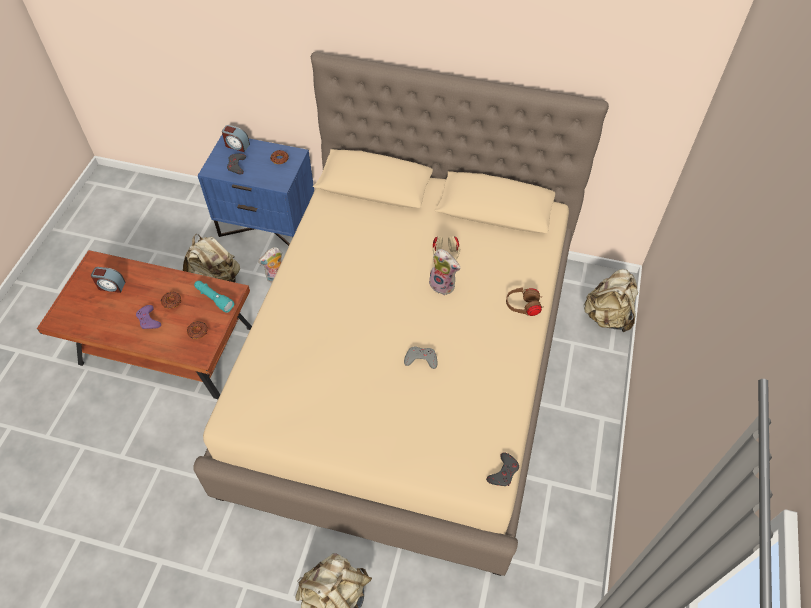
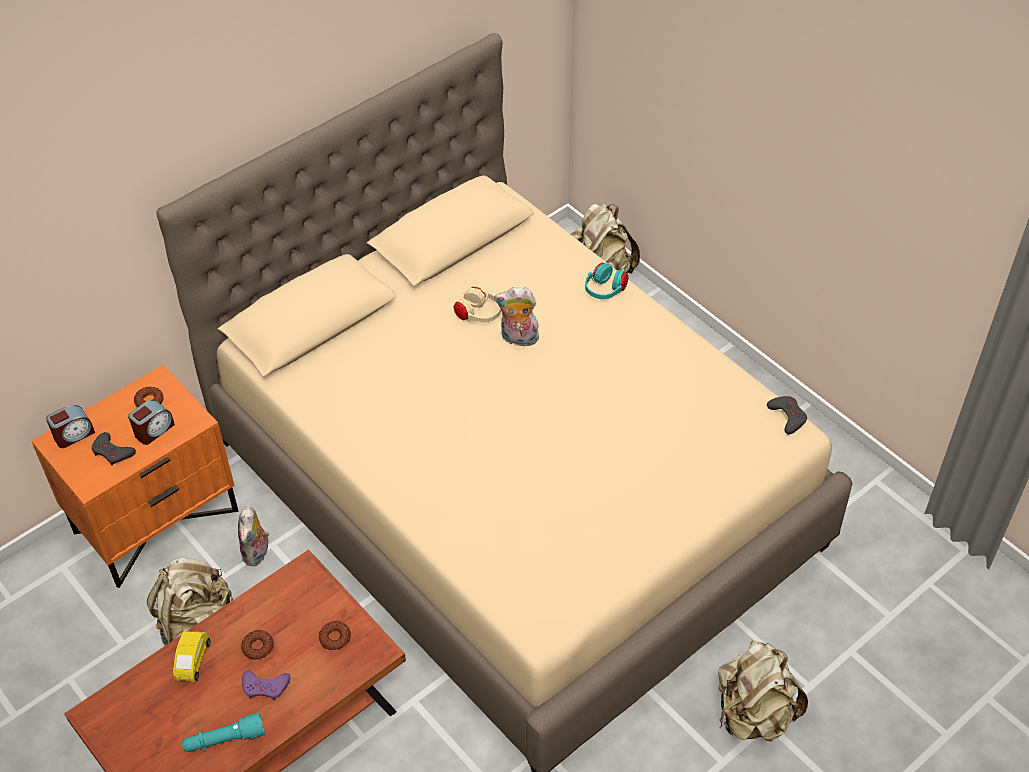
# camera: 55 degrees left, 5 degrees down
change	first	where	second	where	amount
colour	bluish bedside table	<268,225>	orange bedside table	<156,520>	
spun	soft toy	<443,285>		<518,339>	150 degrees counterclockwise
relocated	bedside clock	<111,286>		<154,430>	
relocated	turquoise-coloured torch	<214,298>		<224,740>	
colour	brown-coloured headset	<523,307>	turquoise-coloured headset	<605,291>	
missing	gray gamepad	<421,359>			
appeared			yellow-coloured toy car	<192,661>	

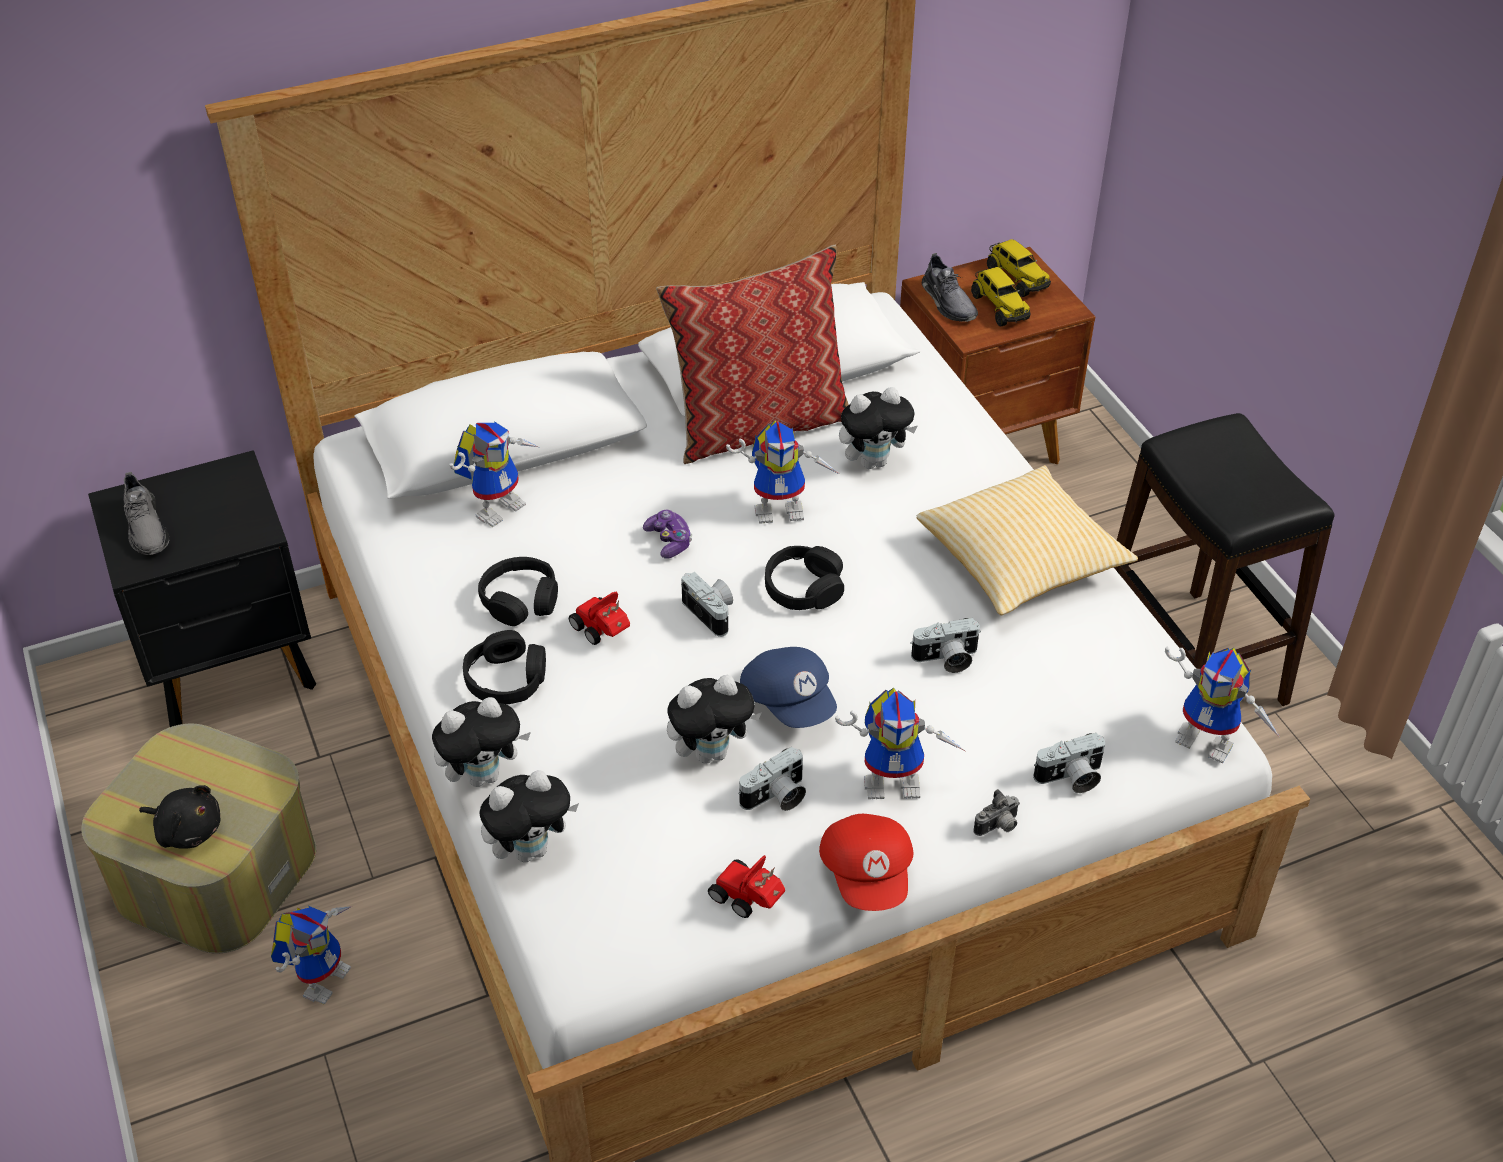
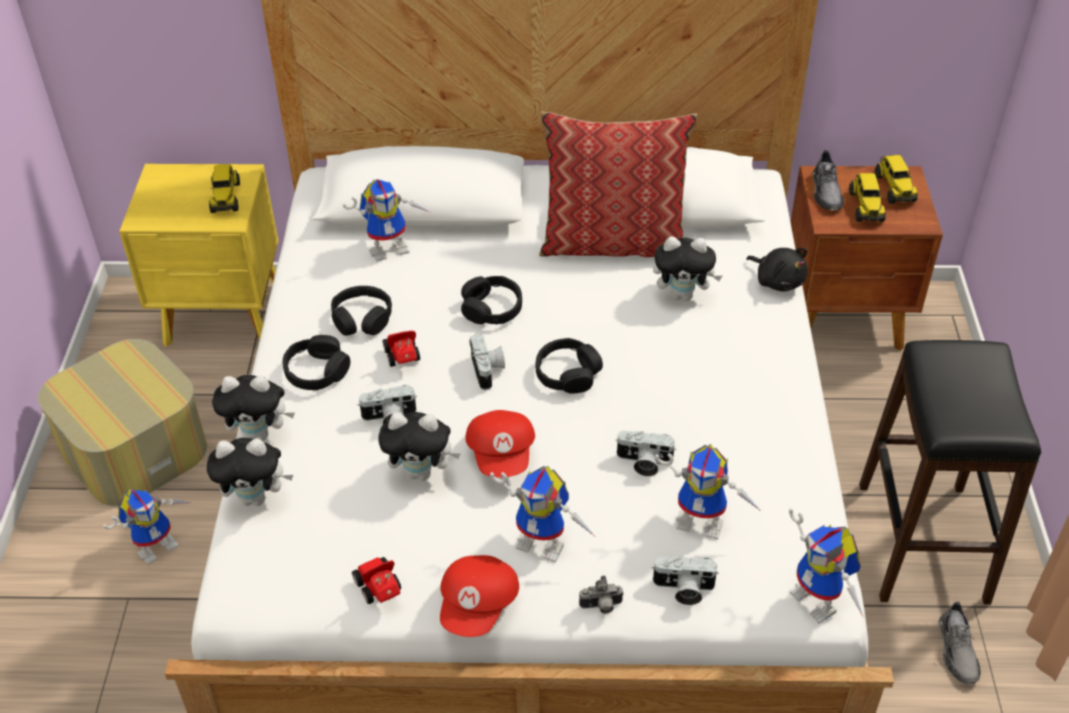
# camera: 25 degrees right, 0 degrees up
change	first	where	second	where	amount
relocated	model robot	<782,508>		<704,520>	
colour	black-coloured bedside table	<234,667>	yellow-coloured bedside table	<225,316>	
missing	throw pillow	<1020,561>			
relocated	gray low shoe	<146,528>		<957,650>	
exchanged	gamepad	<669,541>	black-coloured headset	<492,308>	
colour	bluish baseball cap	<790,701>	reddish baseball cap	<502,454>	
relocated	photo camera	<776,797>		<389,418>	
relocated	black-coloured soft toy	<187,830>		<778,280>	
appeared			toy truck	<225,197>	

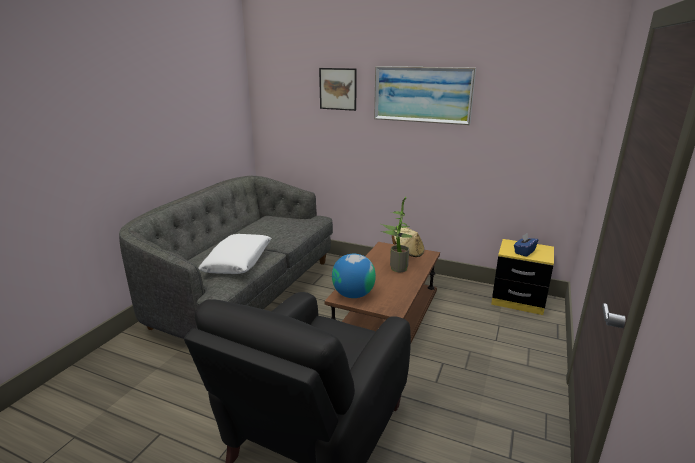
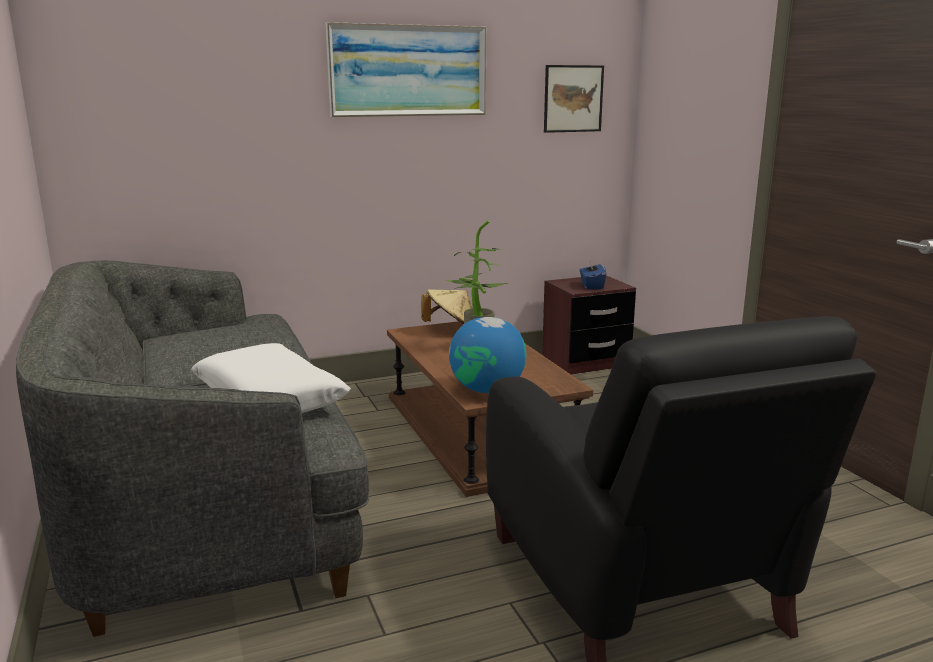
# camera: 45 degrees left, 5 degrees down
change	first	where	second	where	amount
relocated	wall art	<338,89>		<573,98>	
colour	yellow-coloured bedside table	<518,300>	brown-coloured bedside table	<585,362>	

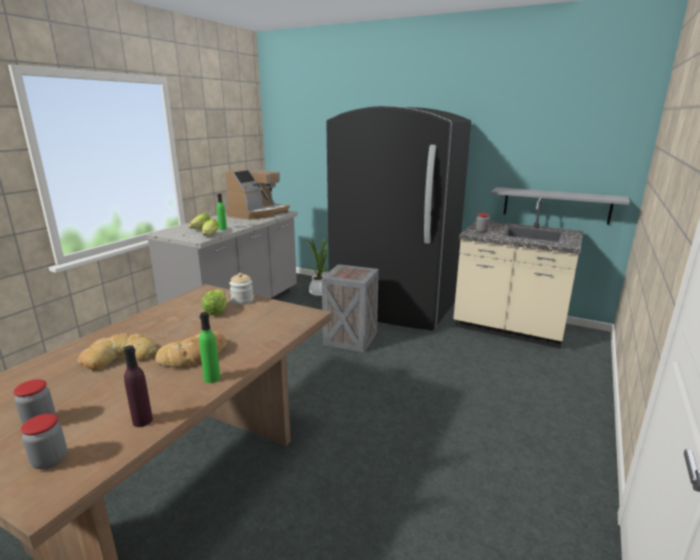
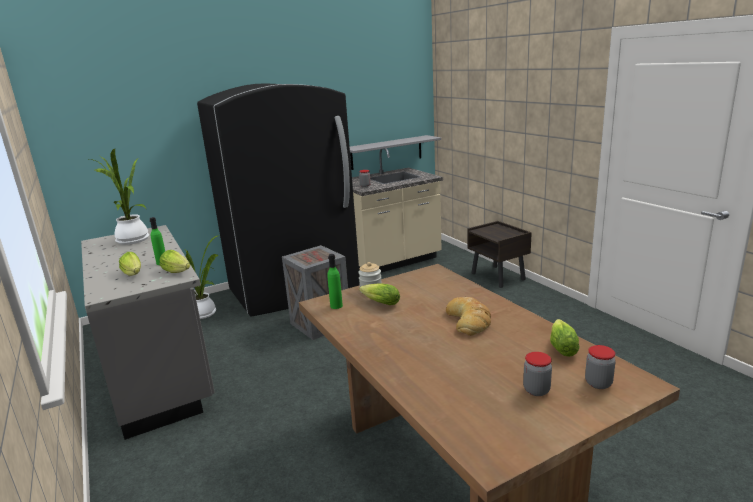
# camera: 55 degrees left, 0 degrees up
change	first	where	second	where	amount
exchanged	coffee machine	<258,214>	plant in a pot	<133,241>	
relocated	green-coloured beverage bottle	<212,378>		<336,306>	
missing	bread	<119,357>			
exchanged	purple-coloured beverage bottle	<142,421>	lettuce head	<562,346>	
appeared			brown-coloured bedside table	<498,277>	

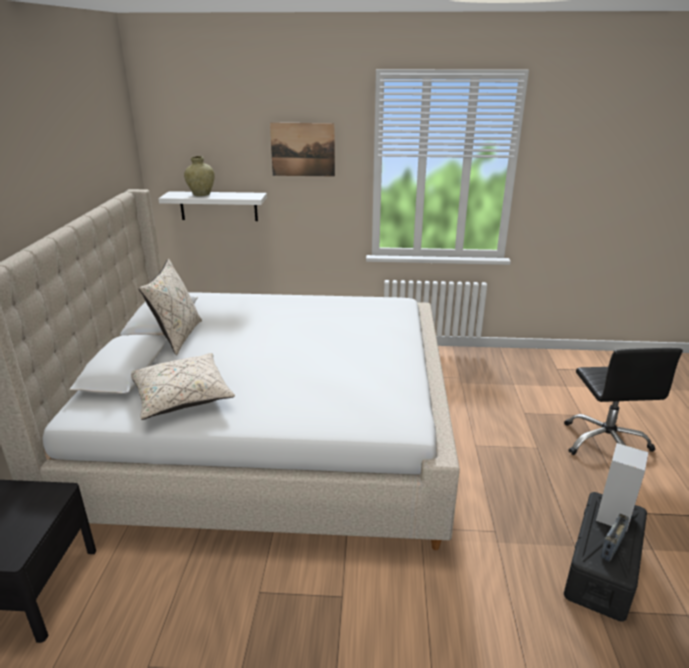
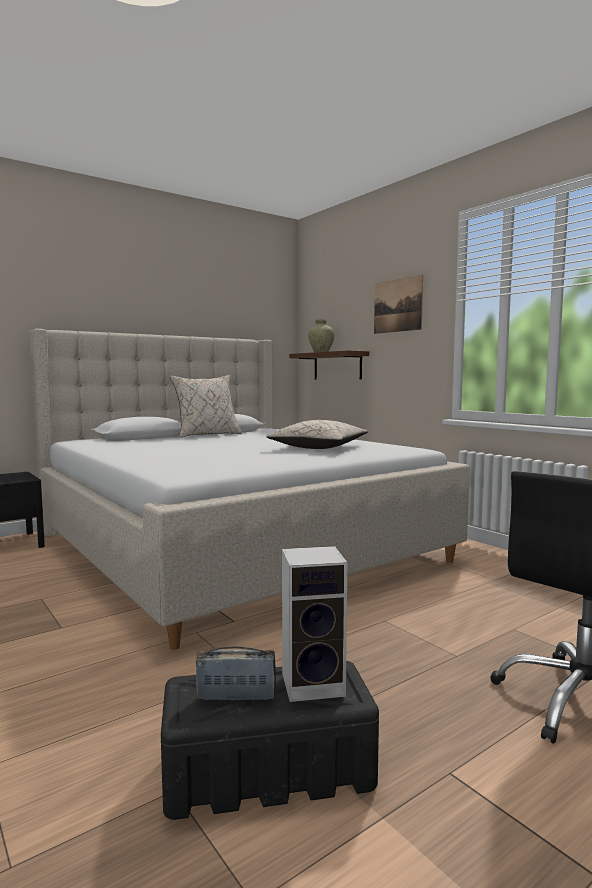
# camera: 50 degrees right, 20 degrees down
change	first	where	second	where	amount
colour	white wall shelf	<218,206>	brown-coloured wall shelf	<337,366>	
relocated	beige throw pillow	<181,397>		<318,448>	

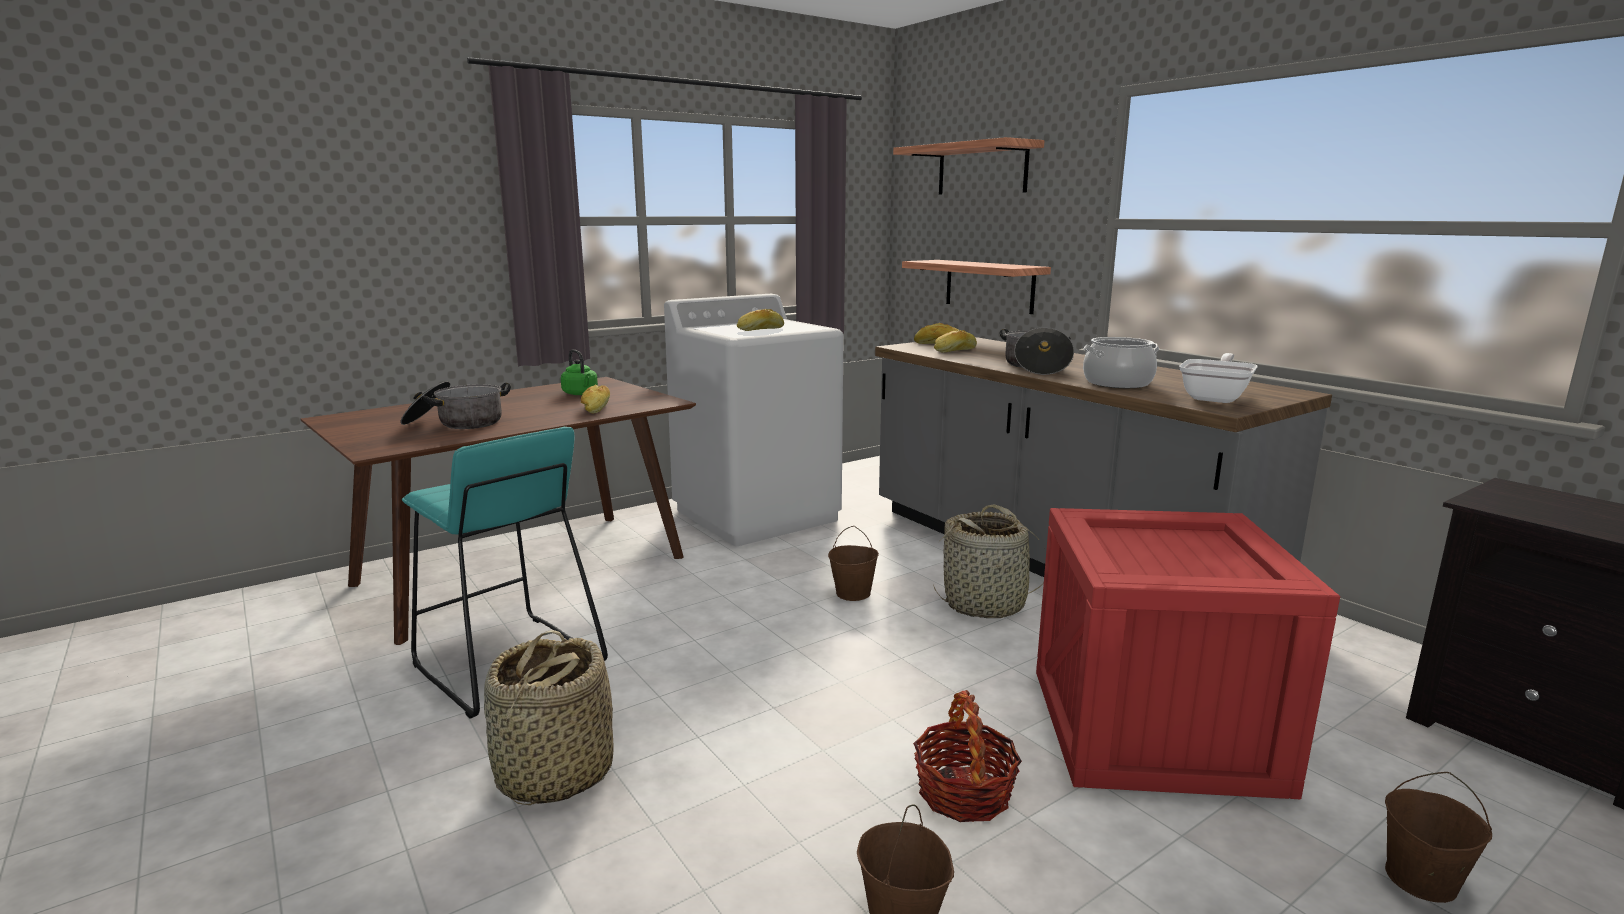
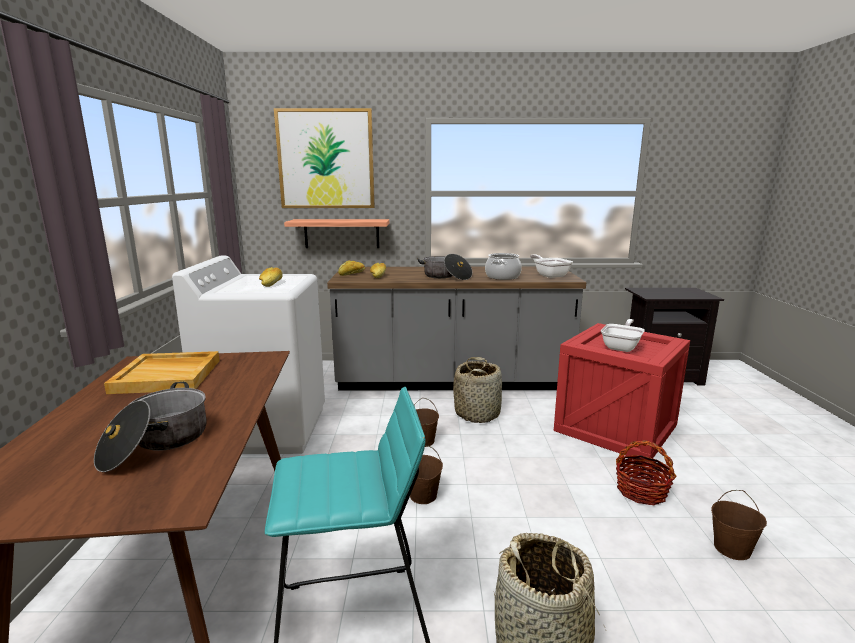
# camera: 55 degrees left, 0 degrees up
change	first	where	second	where	amount
exchanged	wall shelf	<982,169>	wall art	<326,159>	
exchanged	green-coloured tea kettle	<581,394>	beige carrying tray	<168,375>	
missing	bread	<596,409>			
relocated	brown-coloured pail	<1420,880>		<423,496>	
appeared			pan	<622,347>	

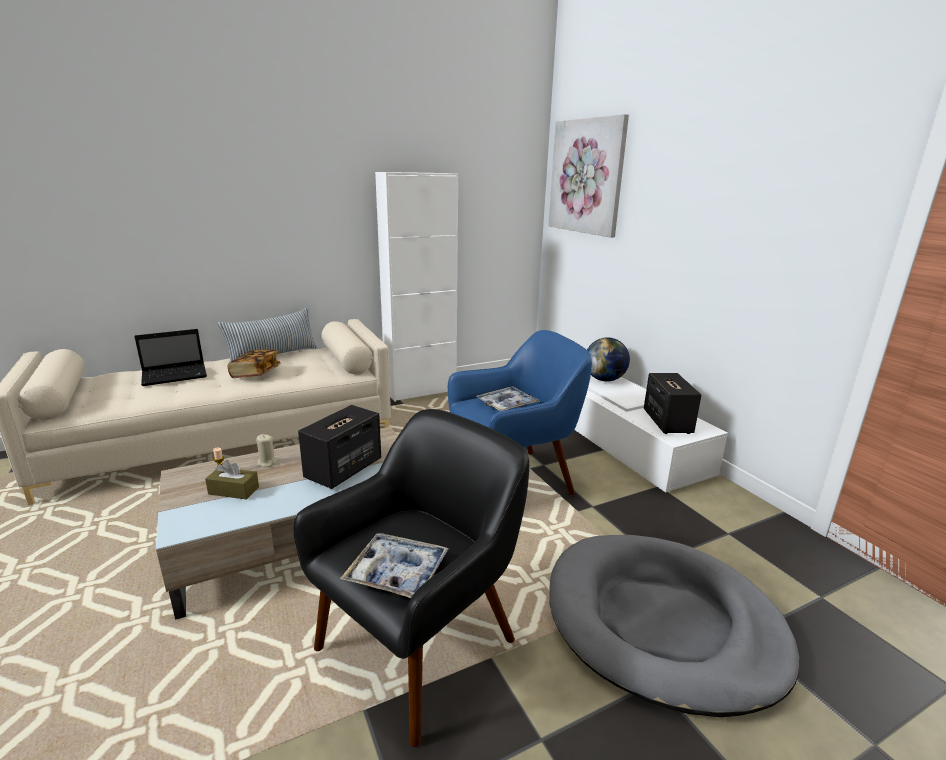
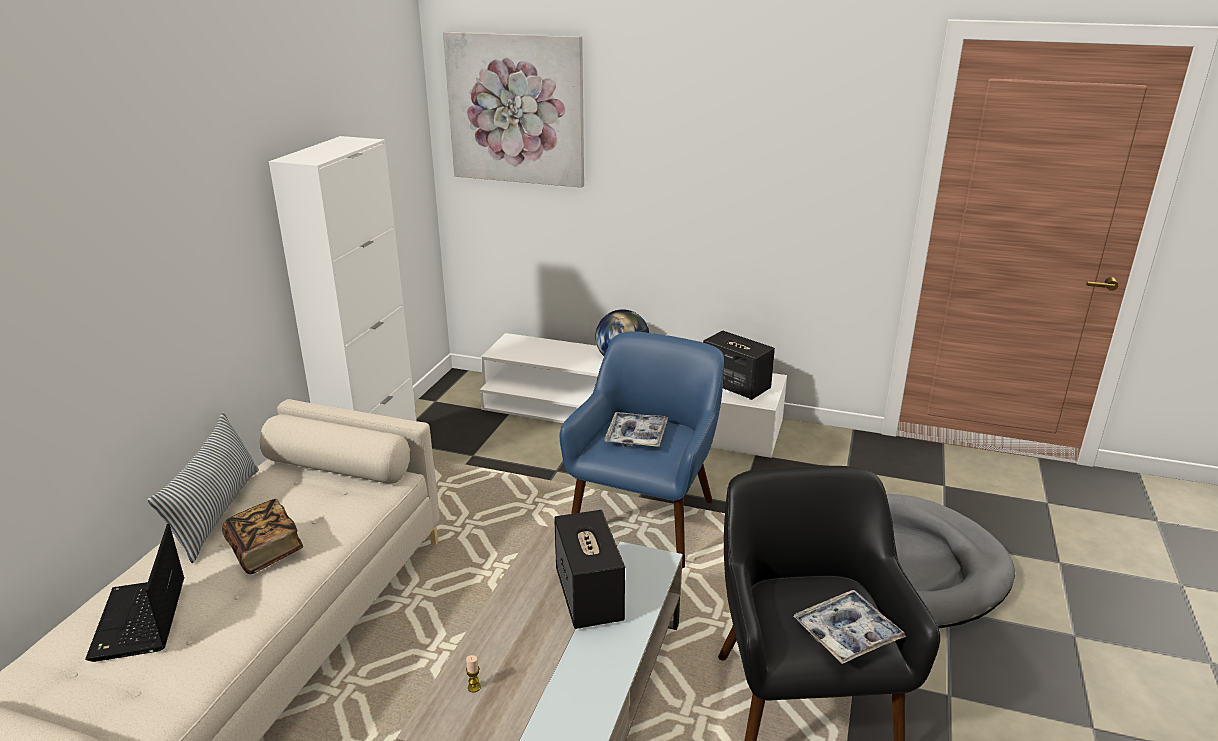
# camera: 45 degrees left, 5 degrees up
change	first	where	second	where	amount
spun	notebook computer	<176,375>		<140,621>	150 degrees clockwise
missing	beige wax candle	<267,463>			
missing	brown-coloured tissue box	<234,491>			

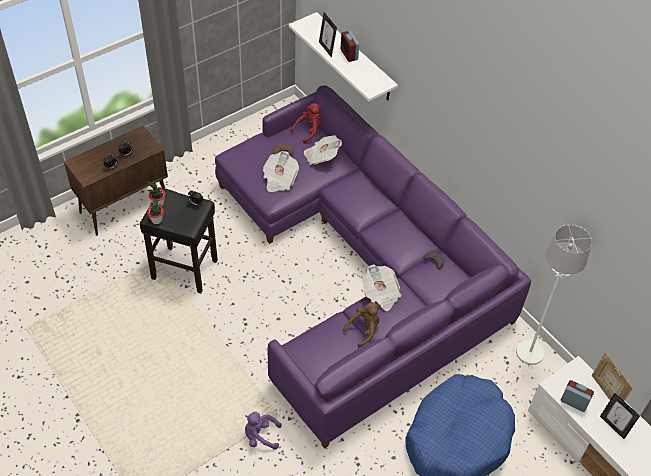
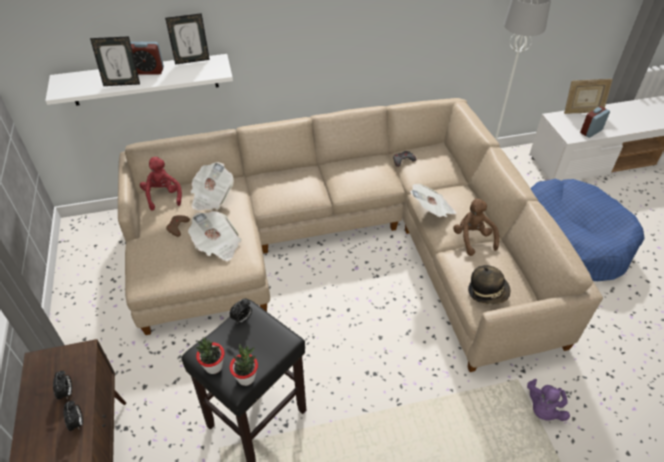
# camera: 65 degrees left, 5 degrees down
change	first	where	second	where	amount
colour	purple-coloured couch	<360,268>	beige couch	<343,242>	
relocated	picture frame	<613,426>		<192,60>	
appeared			clothing hat	<487,292>	

